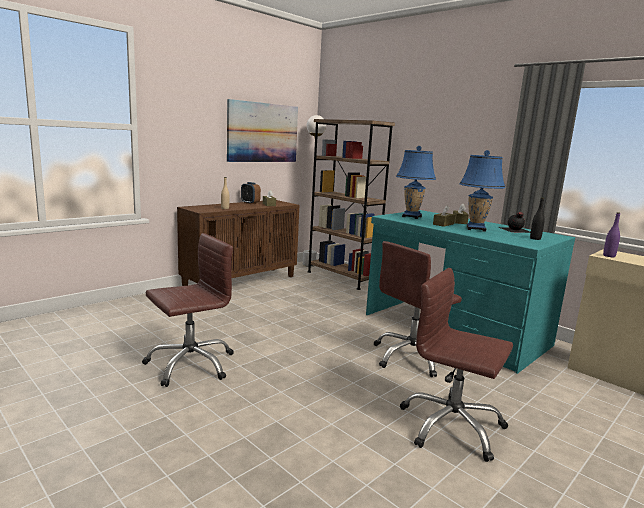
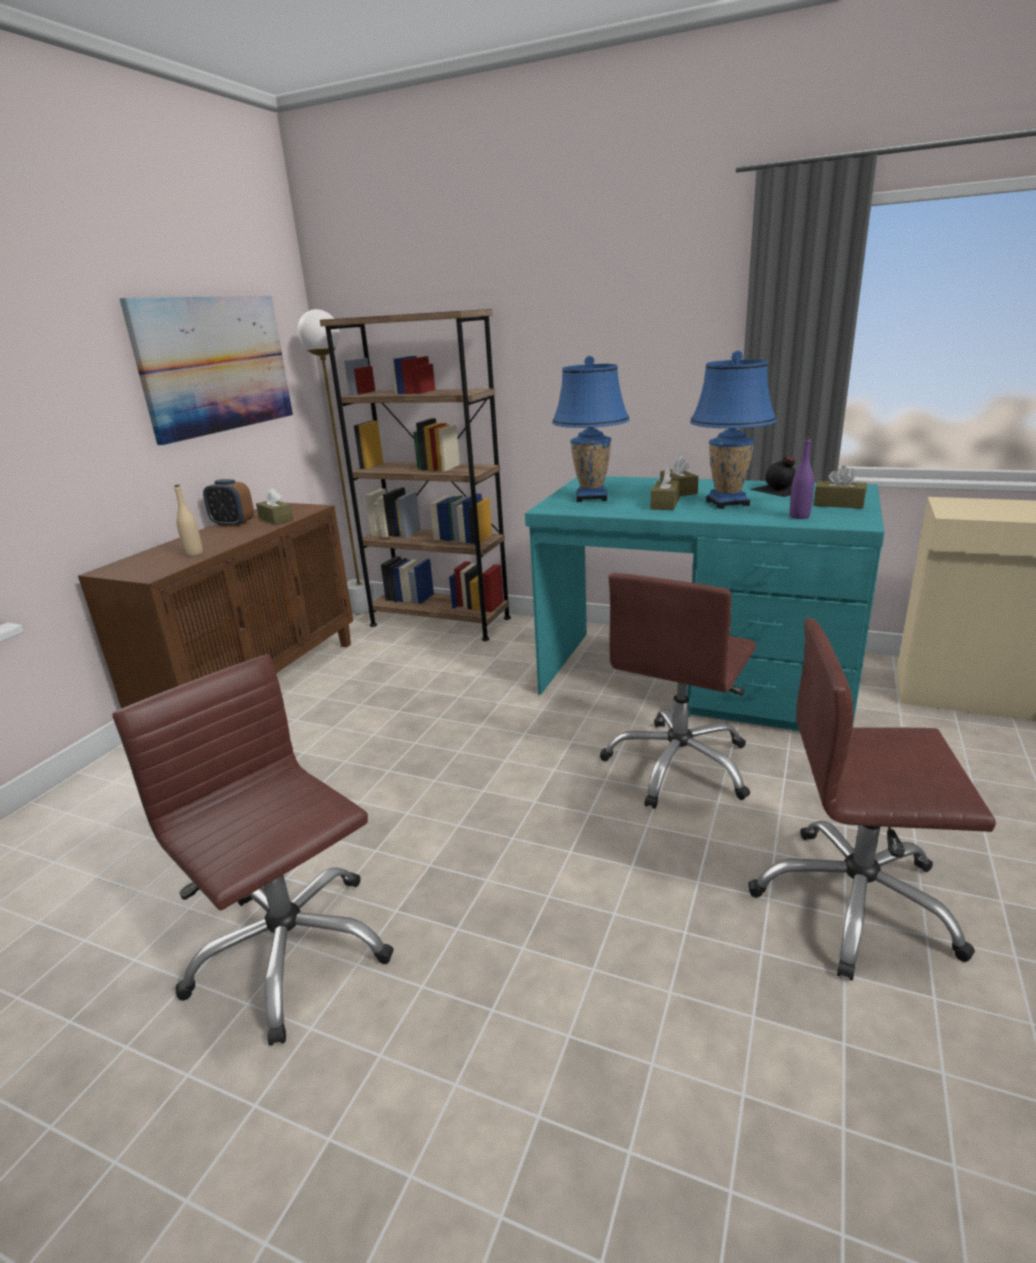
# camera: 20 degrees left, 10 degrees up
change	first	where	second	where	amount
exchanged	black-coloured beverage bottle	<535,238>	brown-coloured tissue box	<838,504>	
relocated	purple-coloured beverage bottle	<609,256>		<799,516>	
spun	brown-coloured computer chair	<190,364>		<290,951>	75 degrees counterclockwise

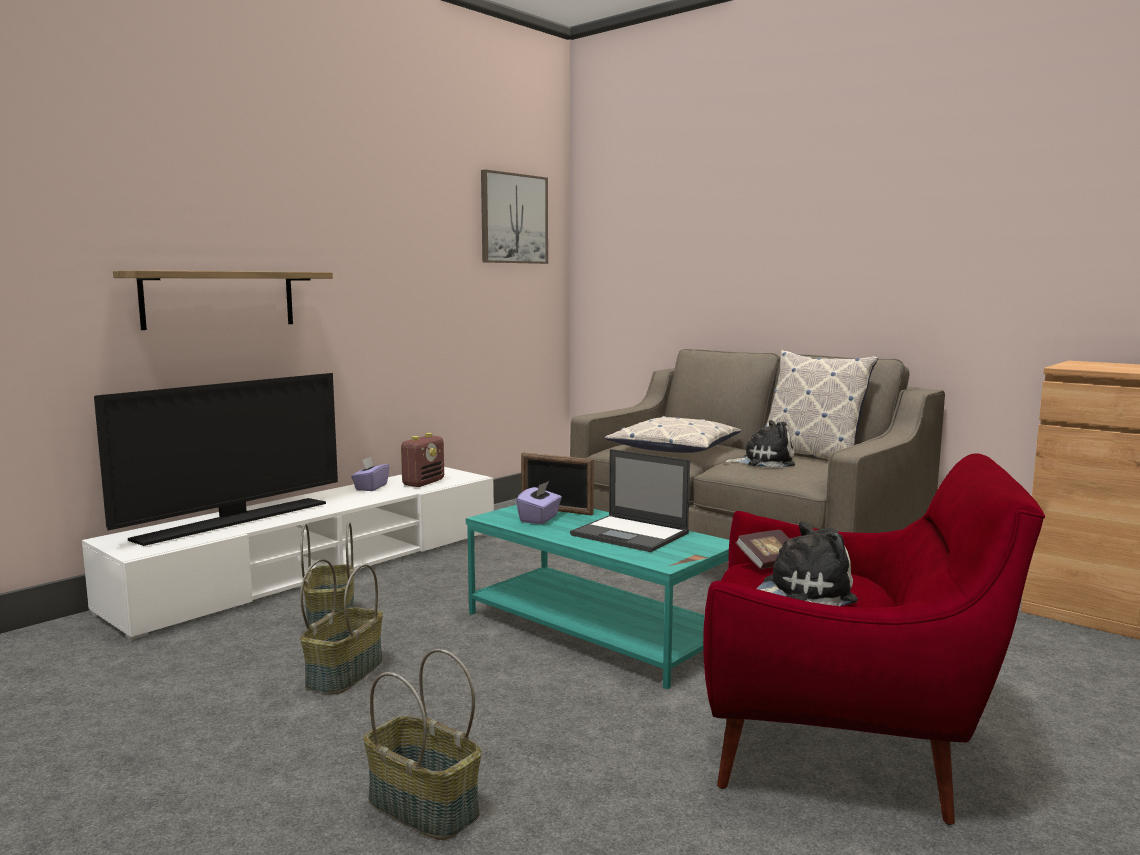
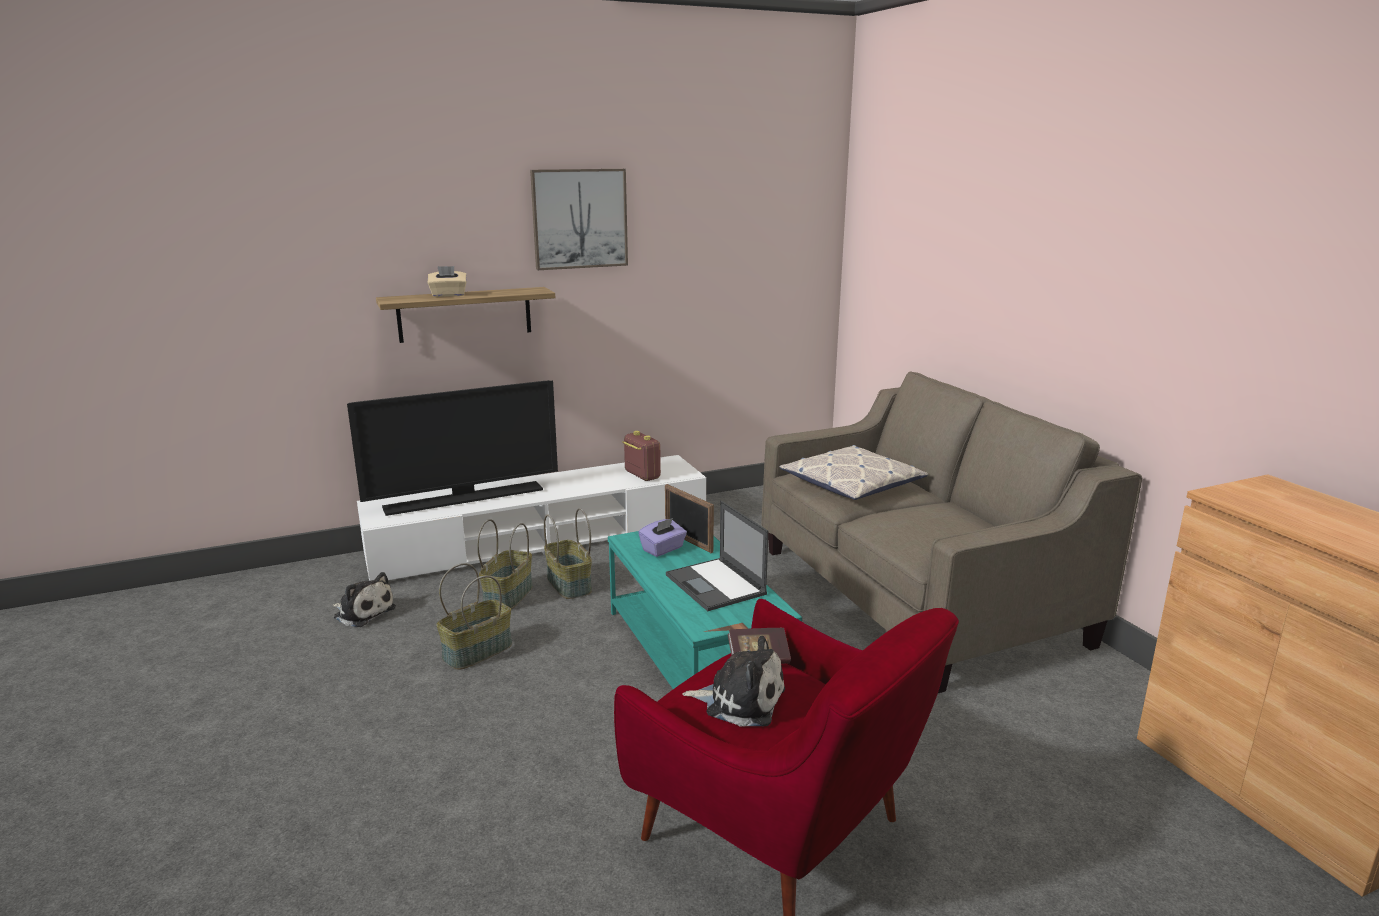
# camera: 25 degrees right, 10 degrees up
change	first	where	second	where	amount
relocated	wall art	<513,219>		<579,219>	
missing	throw pillow	<811,456>			
relocated	soft toy	<764,462>		<363,612>	
spun	radio set	<423,482>		<642,475>	90 degrees counterclockwise
missing	purple-coloured tissue box	<371,487>			
relocated	basket	<421,808>		<568,584>	
appeared			beige tissue box	<448,295>	

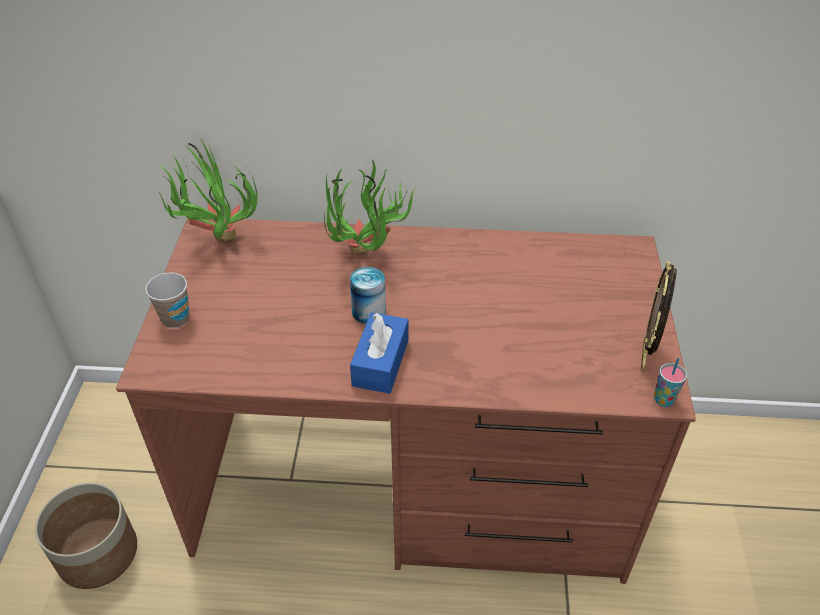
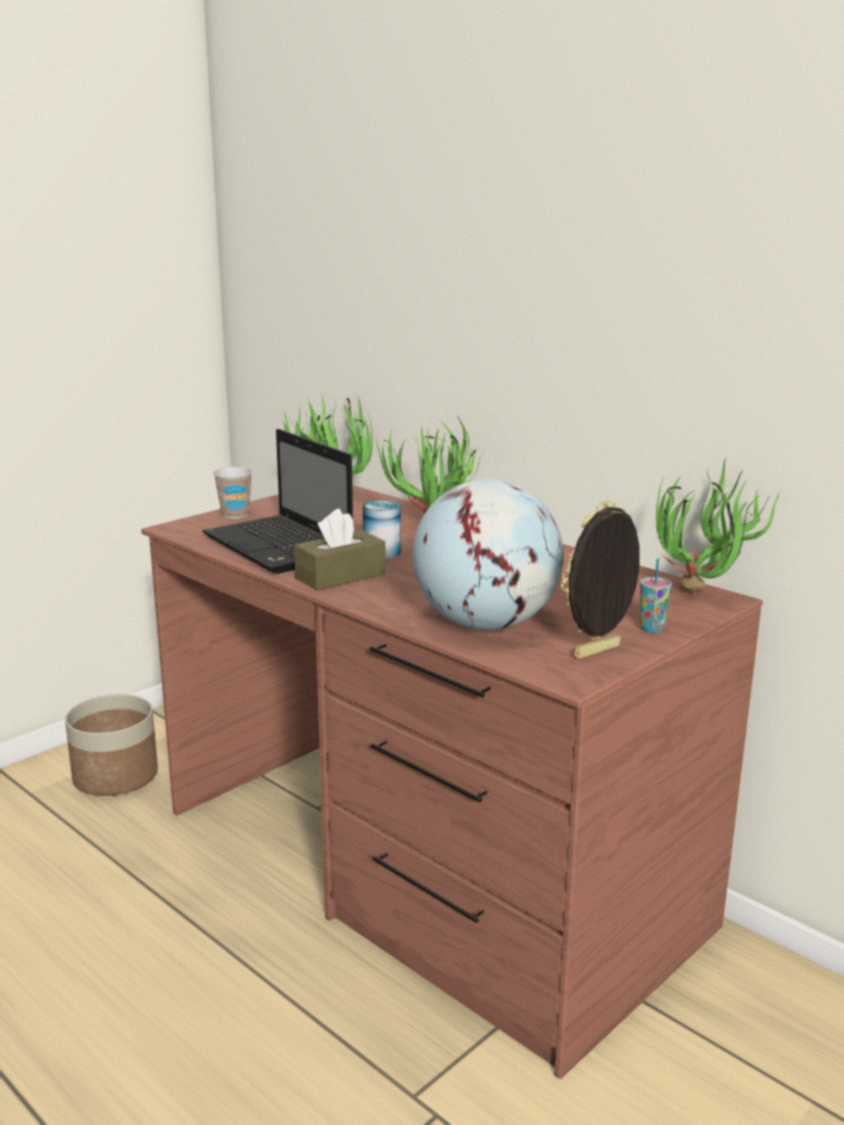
# camera: 40 degrees right, 25 degrees down
change	first	where	second	where	amount
colour	bluish tissue box	<380,363>	brown-coloured tissue box	<340,576>	
relocated	small cup	<663,400>		<652,629>	
appeared			notebook computer	<280,547>	
appeared			plant in a pot	<702,597>	
appeared			desk globe	<486,624>	

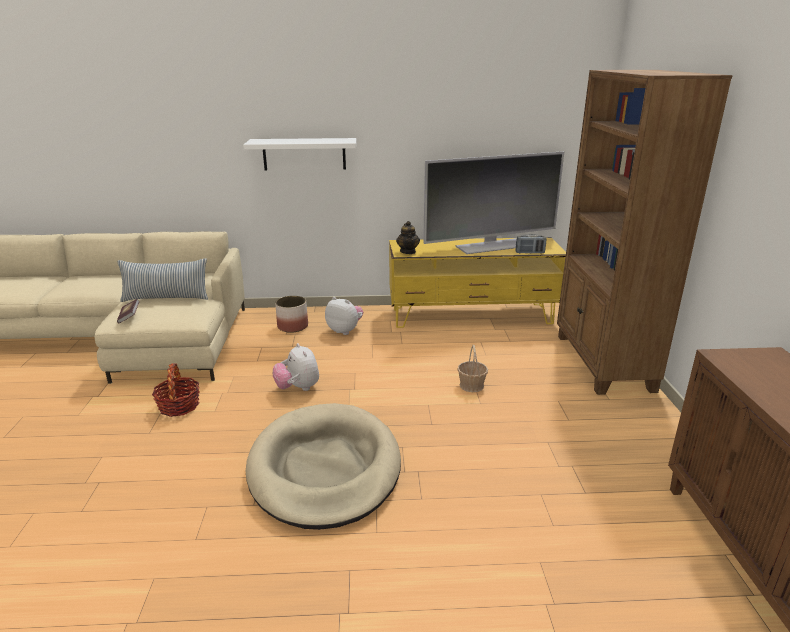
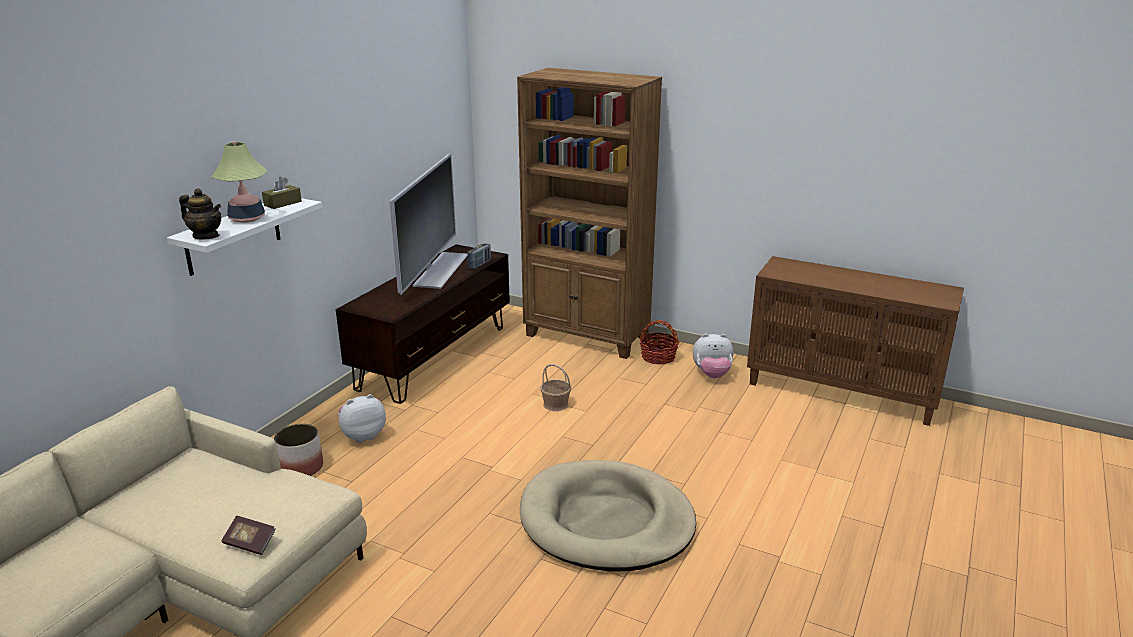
# camera: 60 degrees left, 0 degrees up
change	first	where	second	where	amount
relocated	pot for tea	<408,251>		<206,236>	
colour	yellow-coloured tv unit	<472,316>	brown-coloured tv unit	<434,357>	
missing	throw pillow	<166,298>			
relocated	soft toy	<298,388>		<712,375>	
relocated	basket	<179,406>		<658,357>	
appeared			table lamp	<247,219>	
appeared			brown-coloured tissue box	<282,203>	

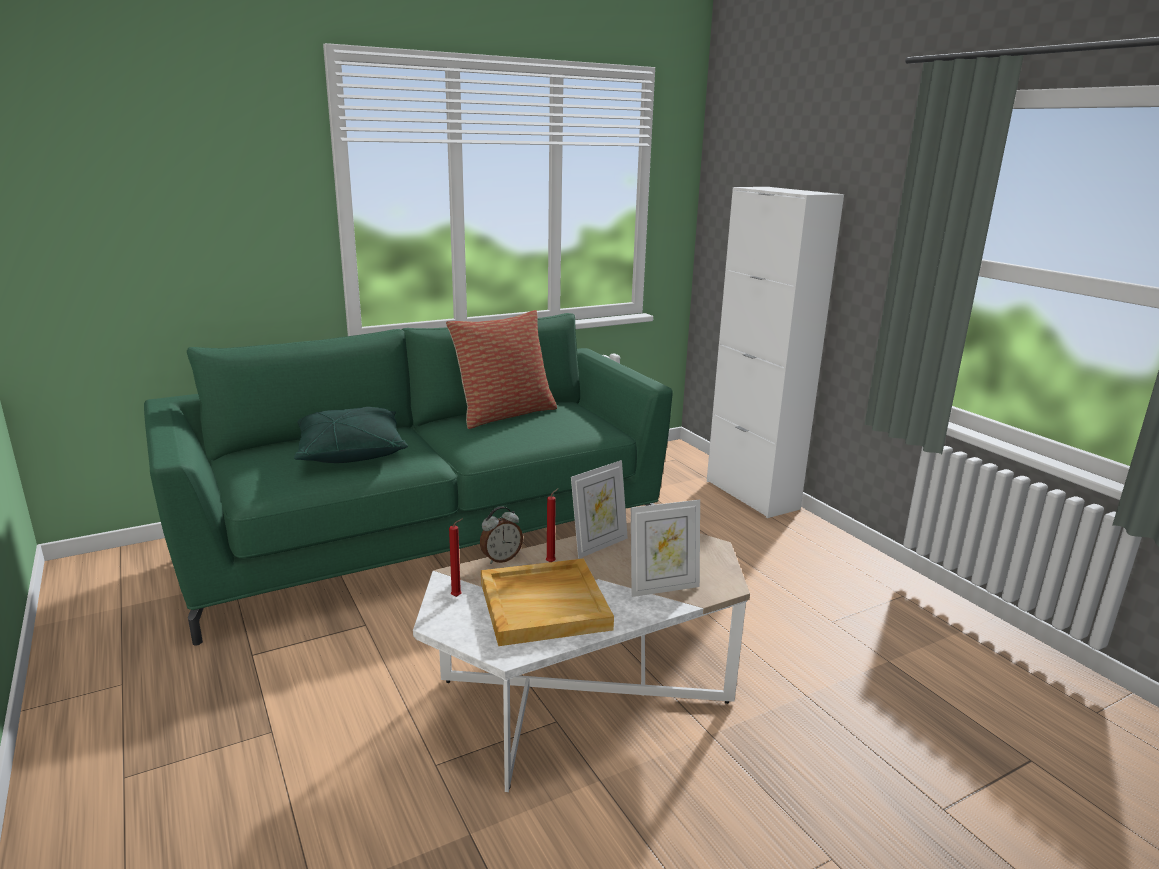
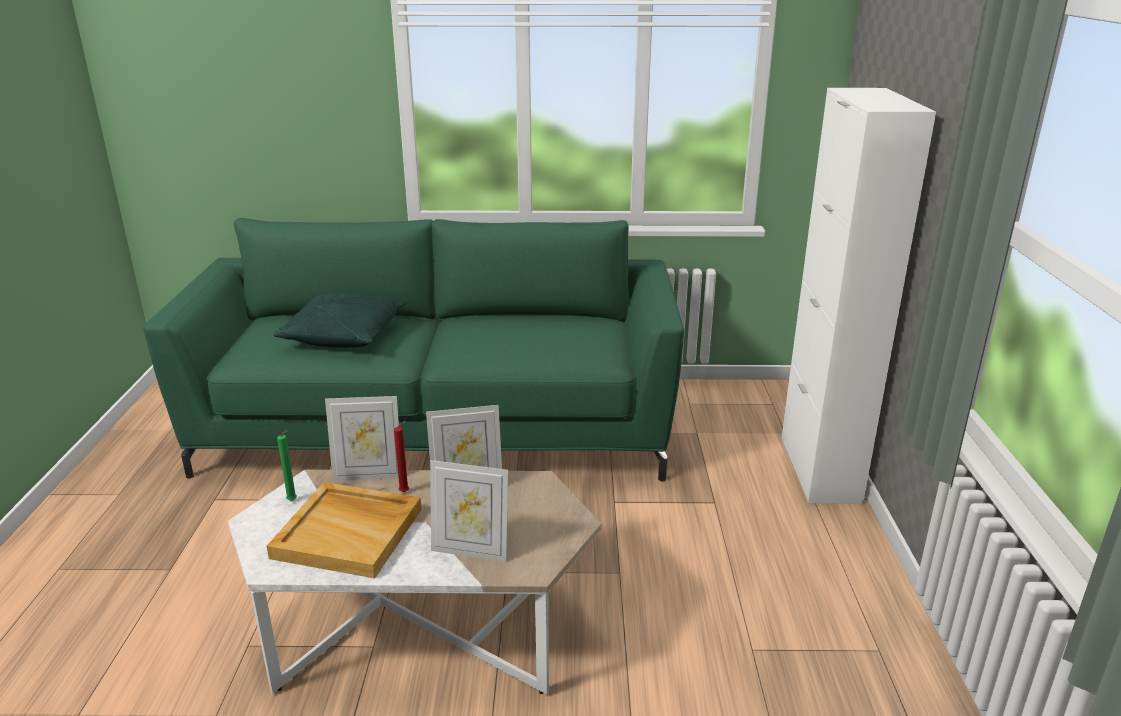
# camera: 30 degrees right, 5 degrees up
change	first	where	second	where	amount
missing	throw pillow	<504,414>			
exchanged	bedside clock	<501,558>	picture frame	<368,475>	
colour	reddish wax candle	<458,596>	green-coloured wax candle	<293,501>	

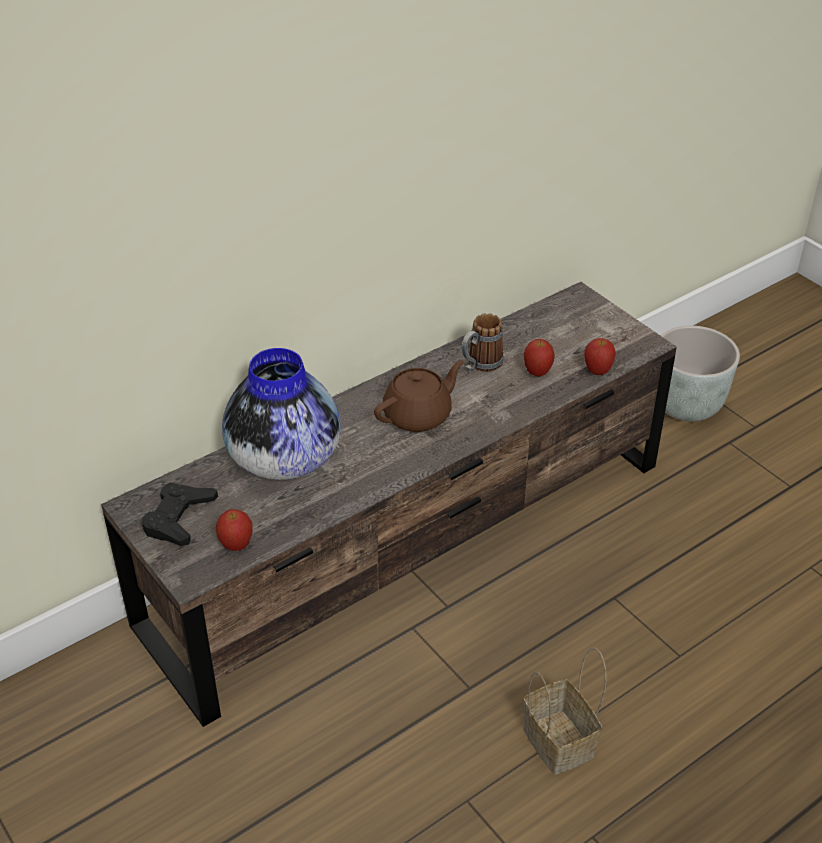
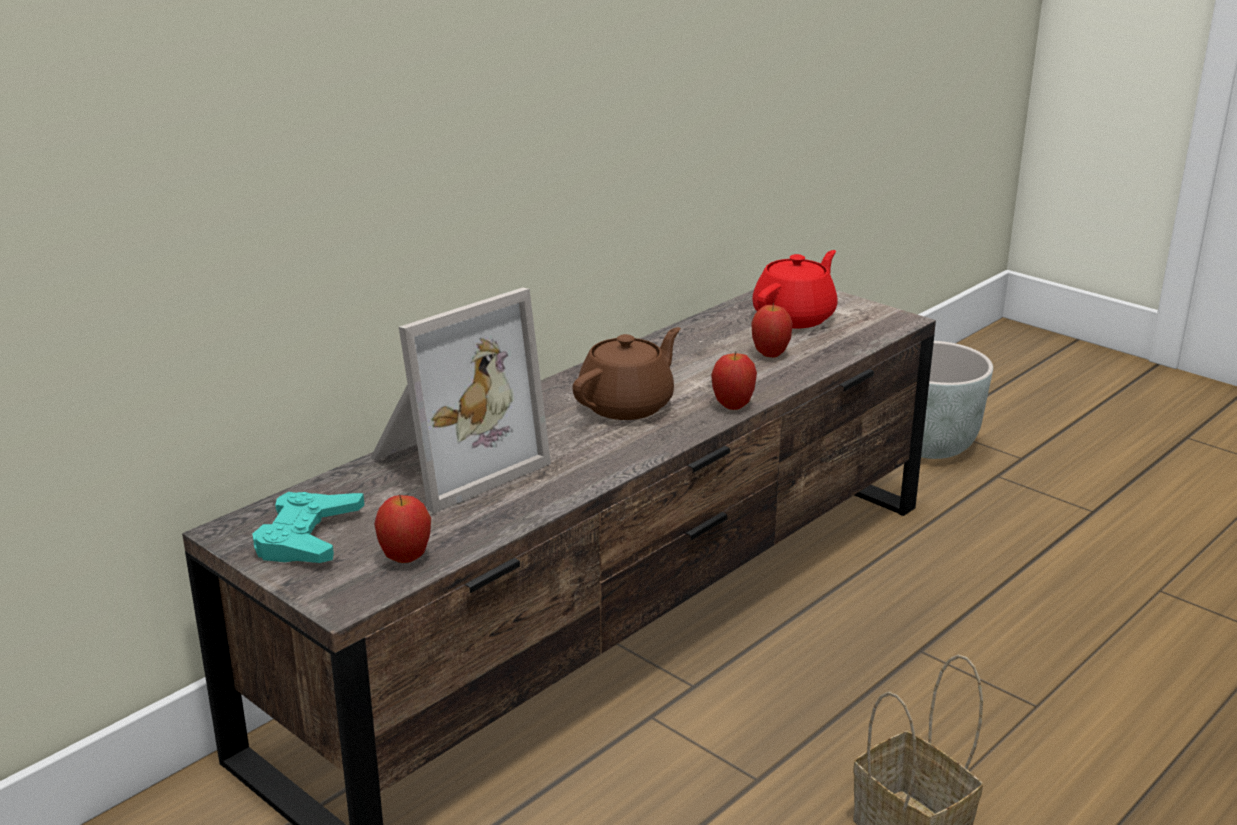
# camera: 10 degrees left, 15 degrees down
change	first	where	second	where	amount
missing	coffee mug	<480,365>			
relocated	whole apple	<597,371>		<733,406>	
exchanged	flower vase	<284,459>	picture frame	<451,462>	
colour	black-coloured gamepad	<178,518>	turquoise-coloured gamepad	<308,537>	
appeared			reddish pot for tea	<795,317>	

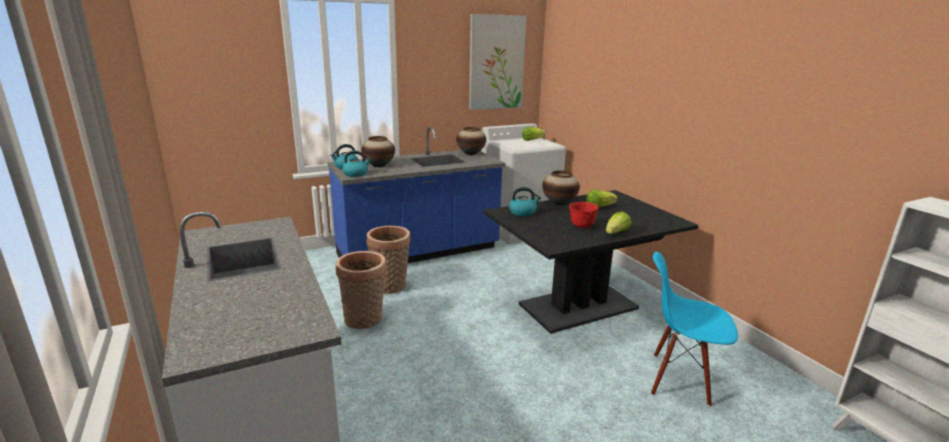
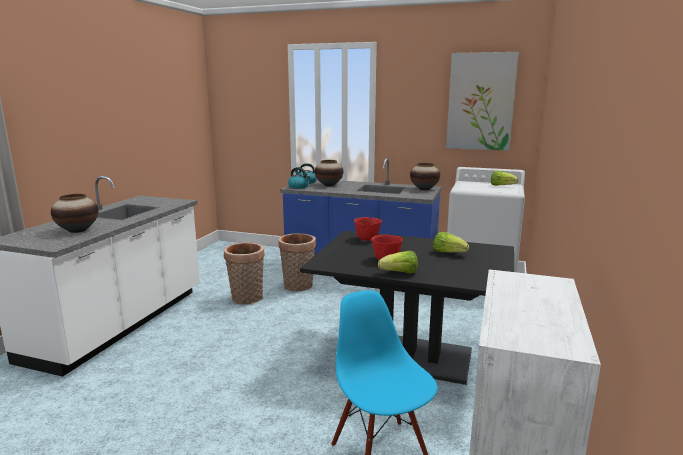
# camera: 45 degrees right, 5 degrees down
change	first	where	second	where	amount
relocated	flower vase	<559,203>		<77,230>	
exchanged	tea kettle	<523,212>	reddish serving bowl	<367,239>	

